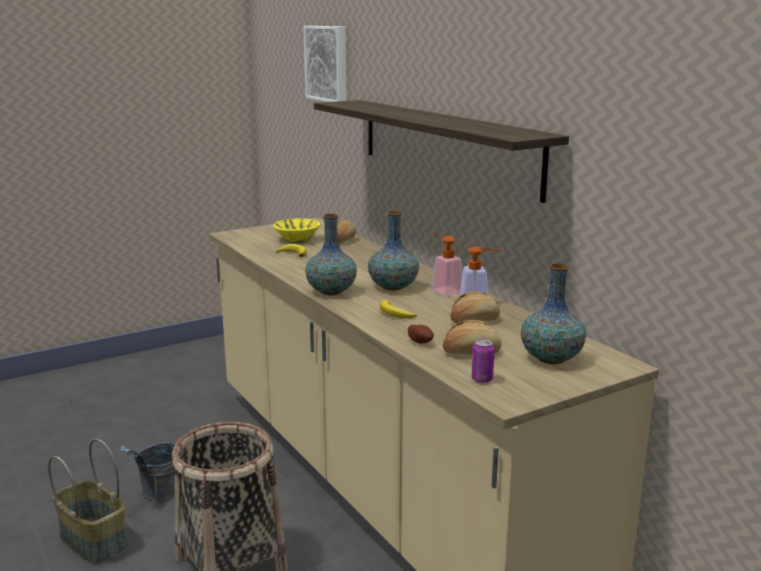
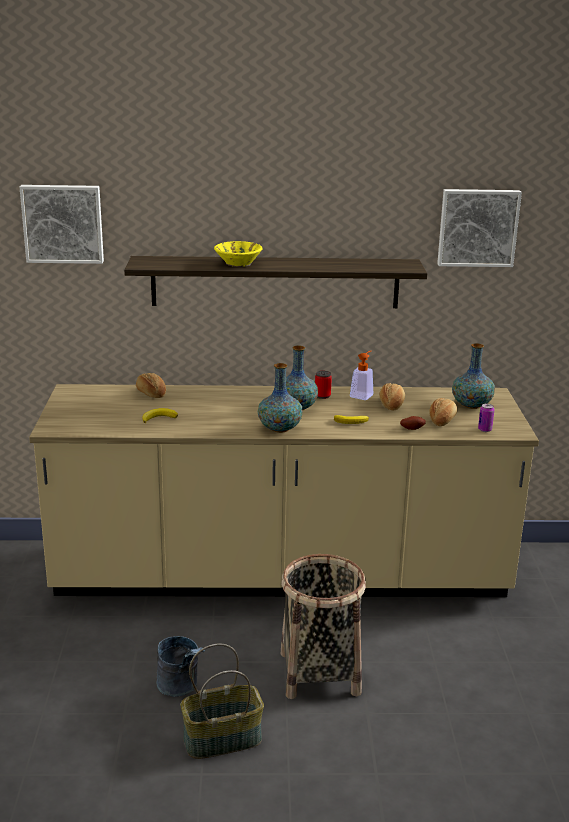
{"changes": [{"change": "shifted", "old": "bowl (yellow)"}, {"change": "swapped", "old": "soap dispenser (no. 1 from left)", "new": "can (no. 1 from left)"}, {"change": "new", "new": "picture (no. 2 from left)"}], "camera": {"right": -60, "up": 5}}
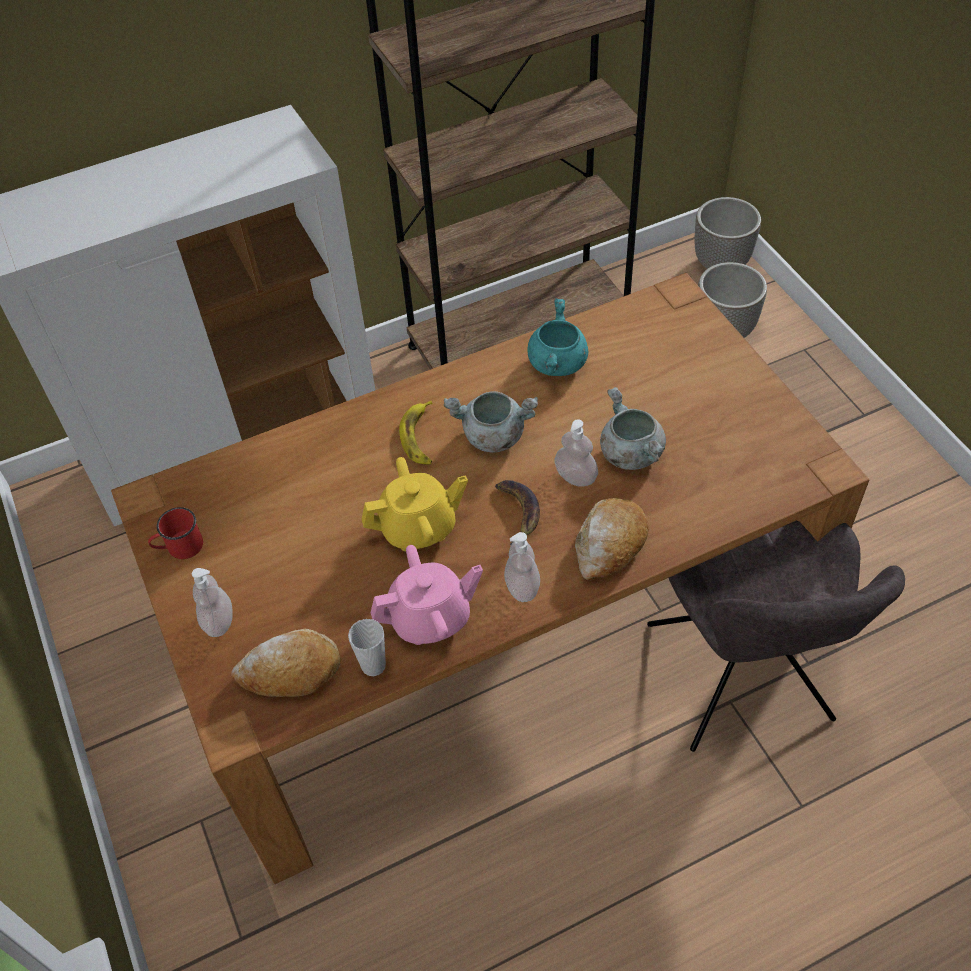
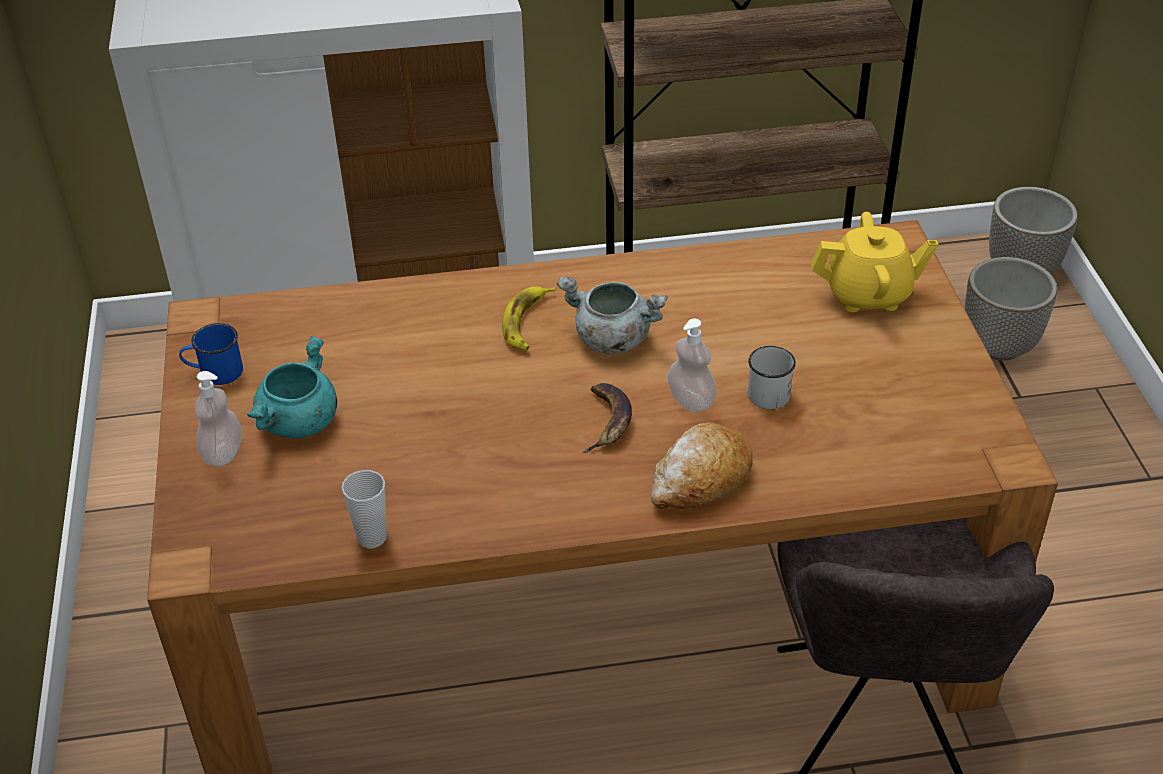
{"changes": [{"change": "repainted", "old": "mug (red)", "new": "mug (blue)"}, {"change": "gone", "old": "bread (no. 1 from left)"}, {"change": "shifted", "old": "teapot (yellow)"}, {"change": "gone", "old": "teapot (pink)"}, {"change": "gone", "old": "soap dispenser (no. 2 from left)"}, {"change": "shifted", "old": "cooking pot (turquoise)"}, {"change": "swapped", "old": "cooking pot (grey) (no. 2 from left)", "new": "mug (white)"}], "camera": {"right": 15, "up": -10}}
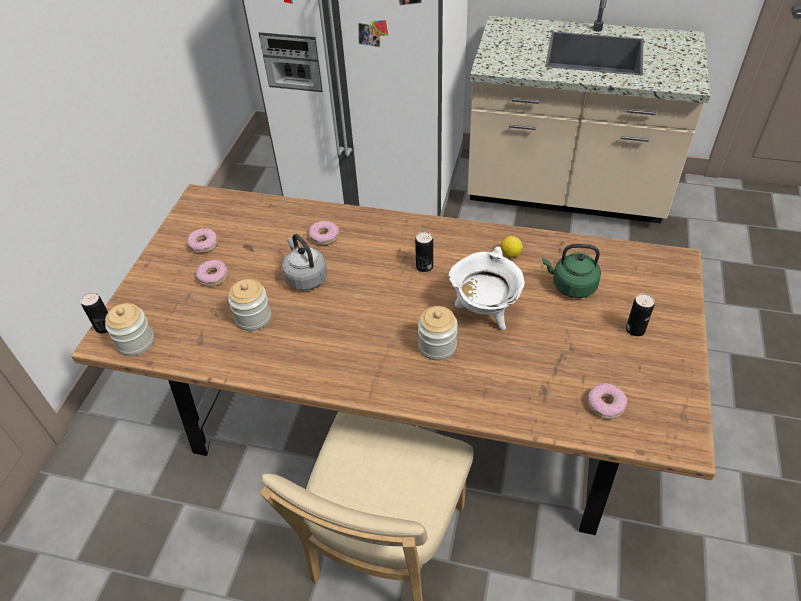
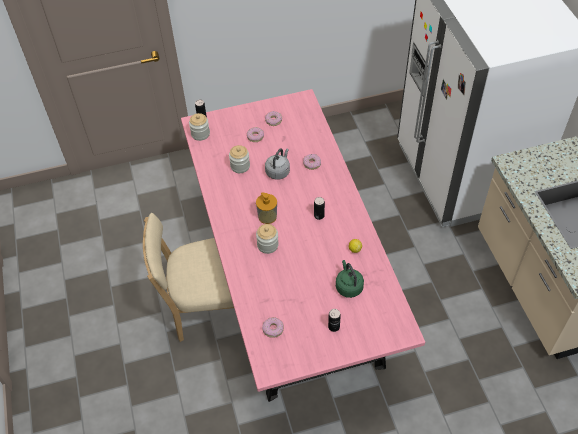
{"changes": [{"change": "repainted", "old": "dining table (brown)", "new": "dining table (pink)"}, {"change": "gone", "old": "cooking pot (white)"}, {"change": "new", "new": "soap dispenser"}], "camera": {"right": 60, "up": 5}}
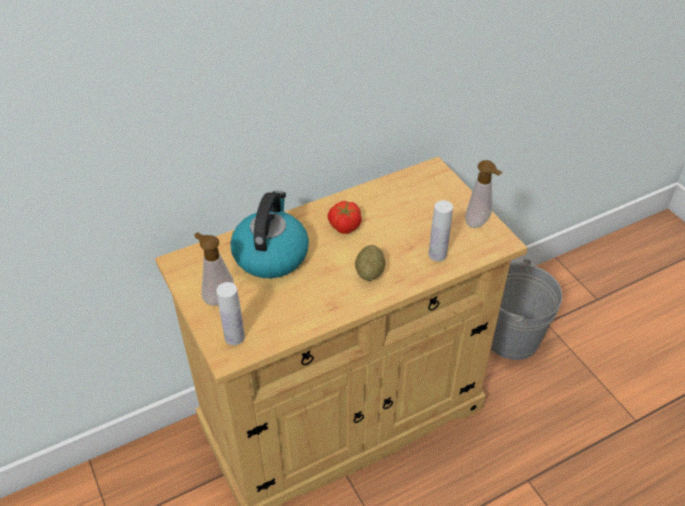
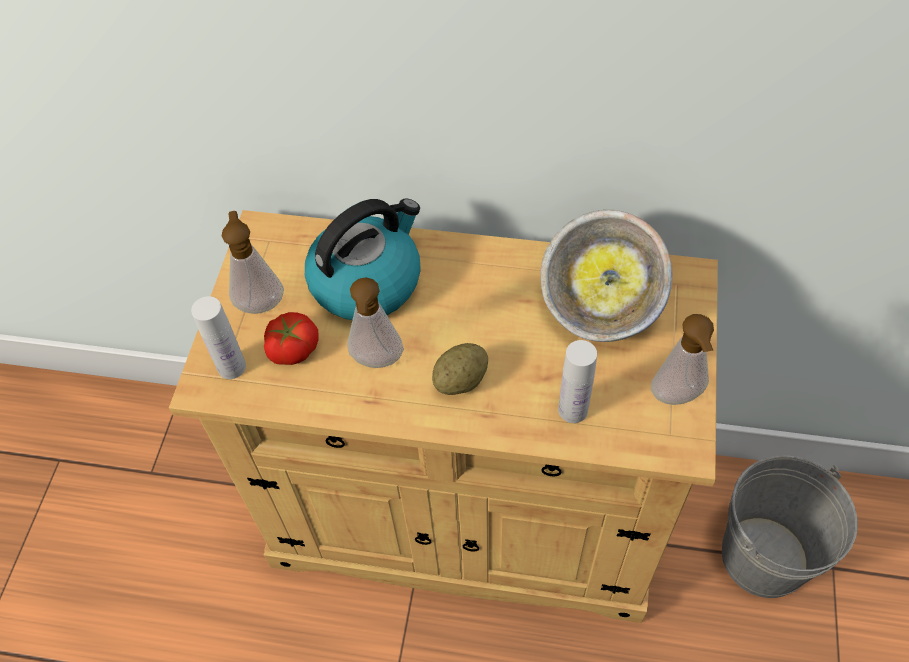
{"changes": [{"change": "shifted", "old": "tomato"}, {"change": "new", "new": "soap dispenser (no. 2 from left)"}, {"change": "new", "new": "bowl"}], "camera": {"right": 40, "up": 10}}
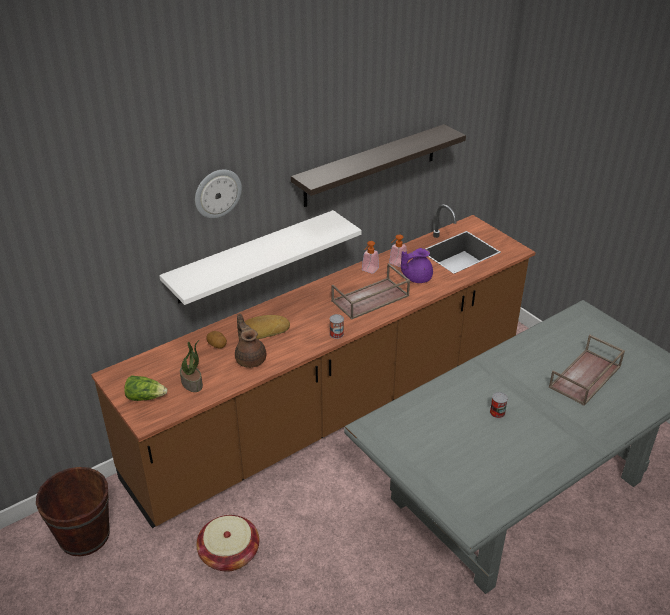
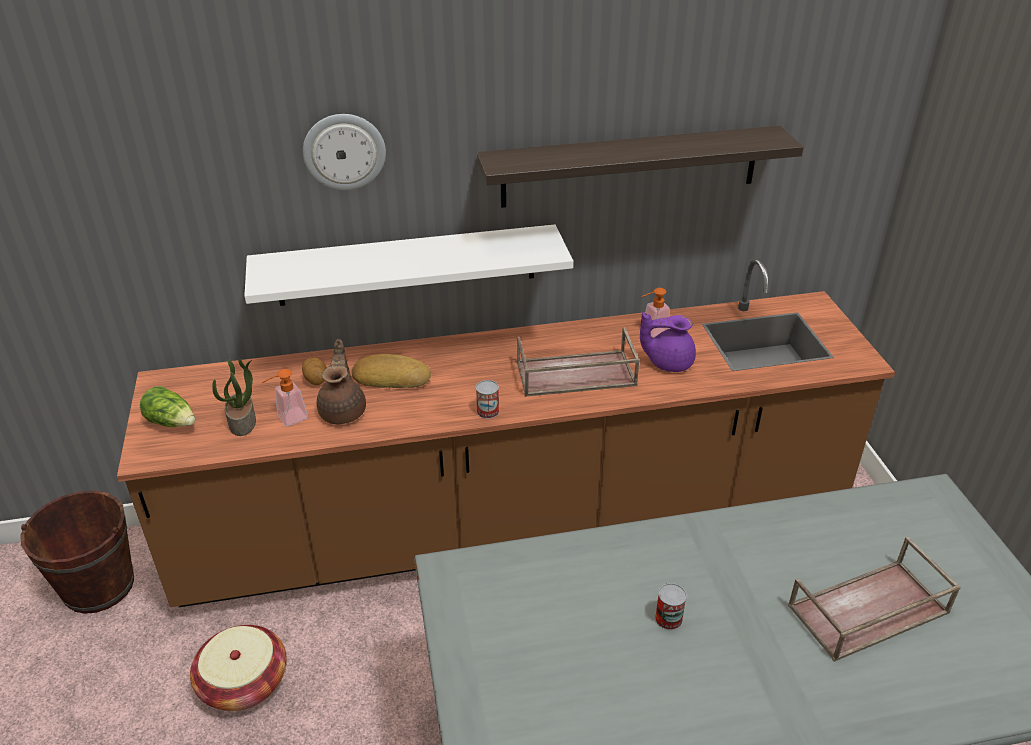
{"changes": [{"change": "shifted", "old": "soap dispenser (no. 1 from left)"}], "camera": {"right": 25, "up": 0}}
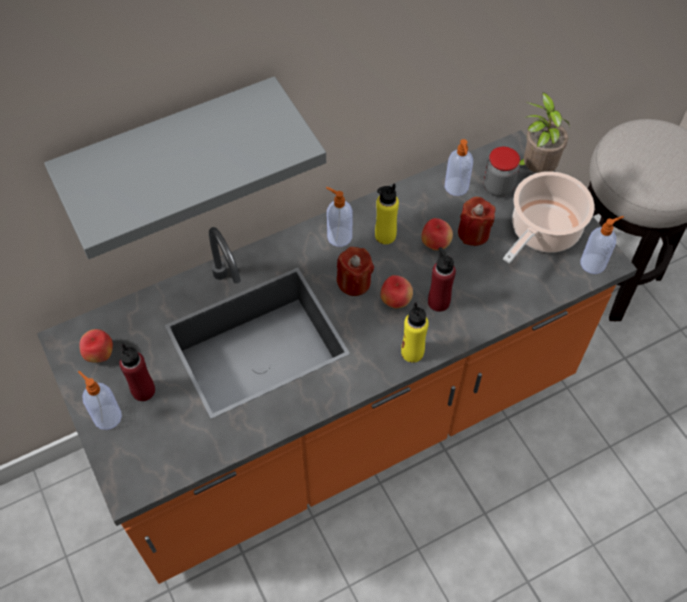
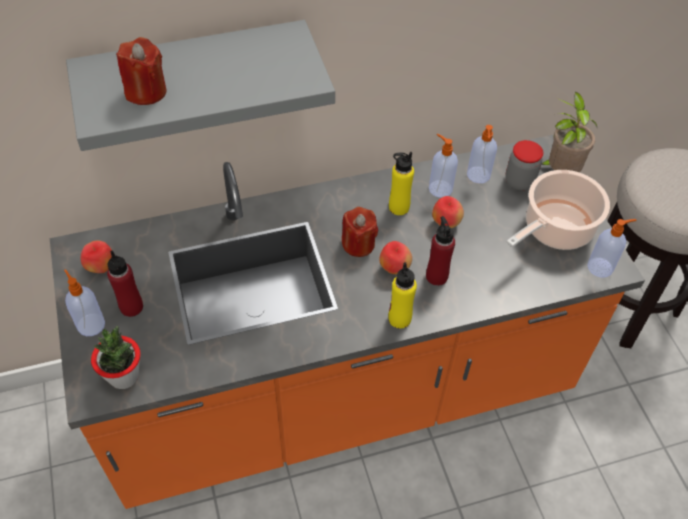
{"changes": [{"change": "shifted", "old": "soap dispenser (no. 2 from left)"}, {"change": "shifted", "old": "candle (red) (no. 2 from left in the first image)", "new": "candle (red) (no. 1 from left)"}, {"change": "new", "new": "potted plant (no. 1 from left)"}], "camera": {"right": 10, "up": -5}}
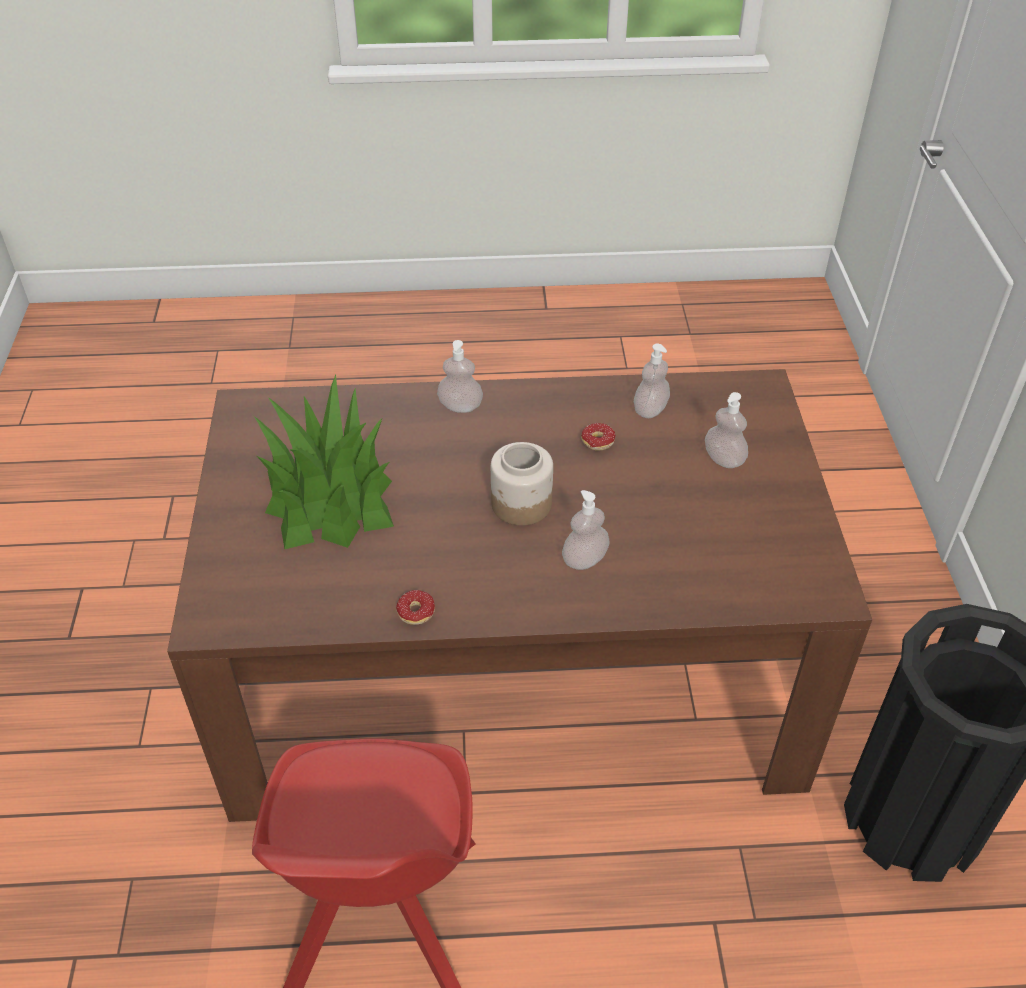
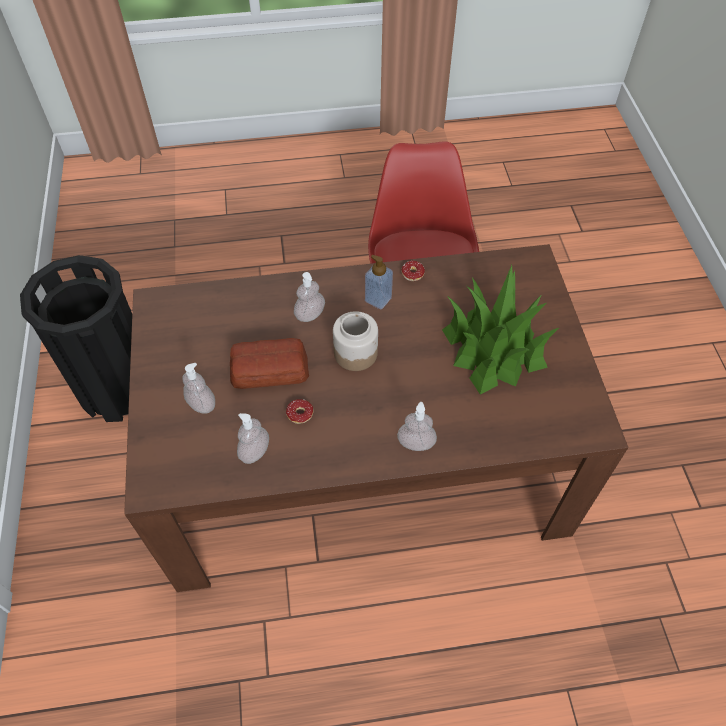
{"changes": [{"change": "new", "new": "bread"}, {"change": "new", "new": "soap dispenser (no. 4 from left)"}], "camera": {"right": 175, "up": 10}}
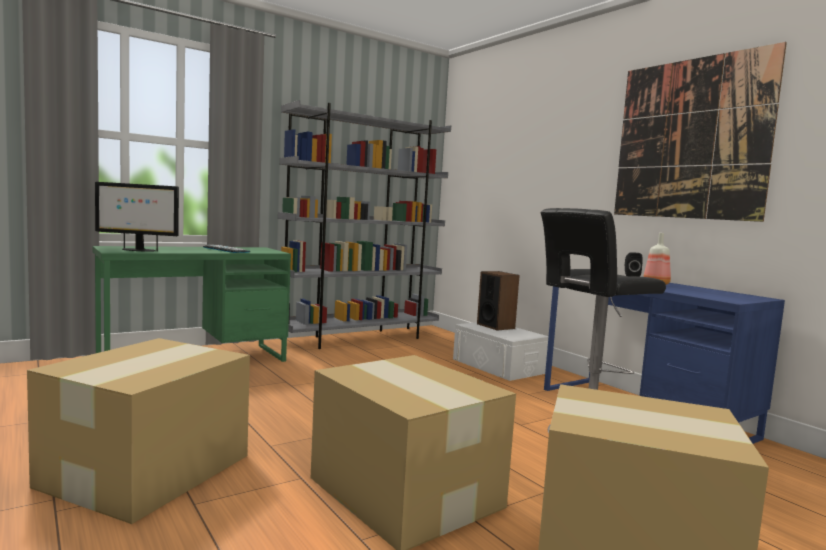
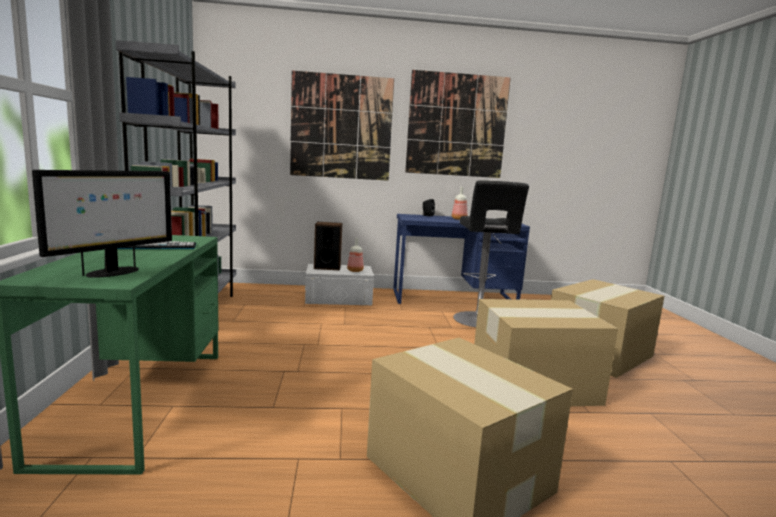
{"changes": [{"change": "new", "new": "picture (no. 1 from left)"}, {"change": "new", "new": "bottle (no. 1 from left)"}], "camera": {"right": -60, "up": 5}}
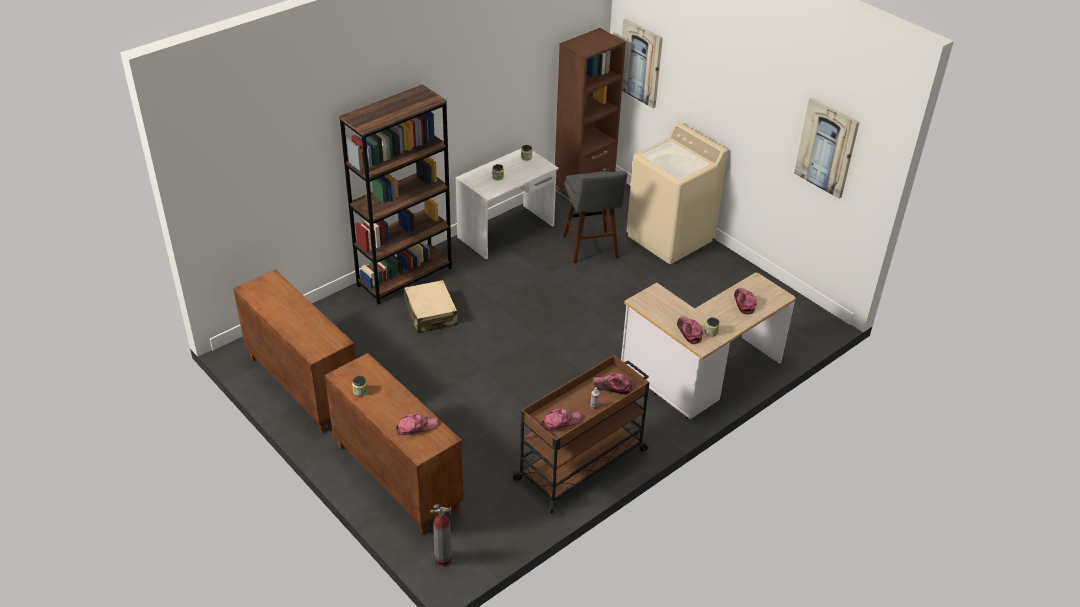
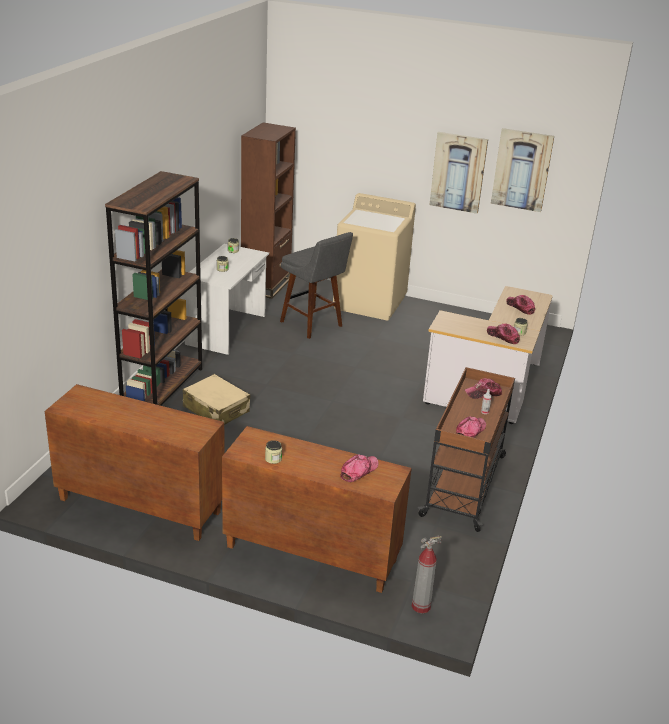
{"changes": [{"change": "shifted", "old": "picture (no. 1 from left)"}], "camera": {"right": -30, "up": -10}}
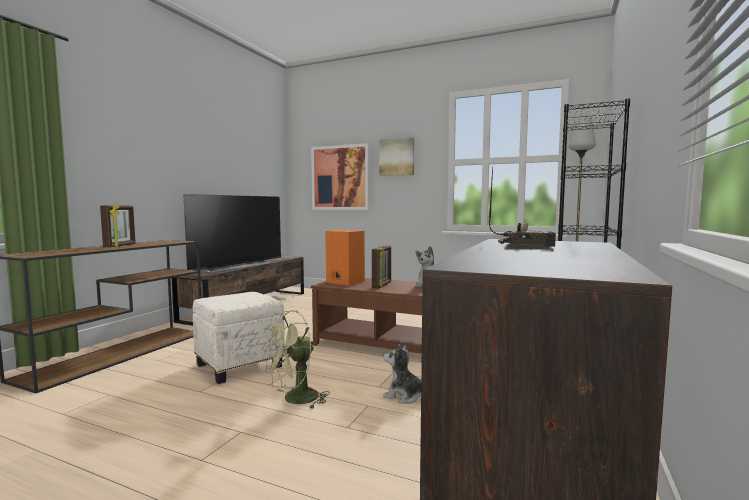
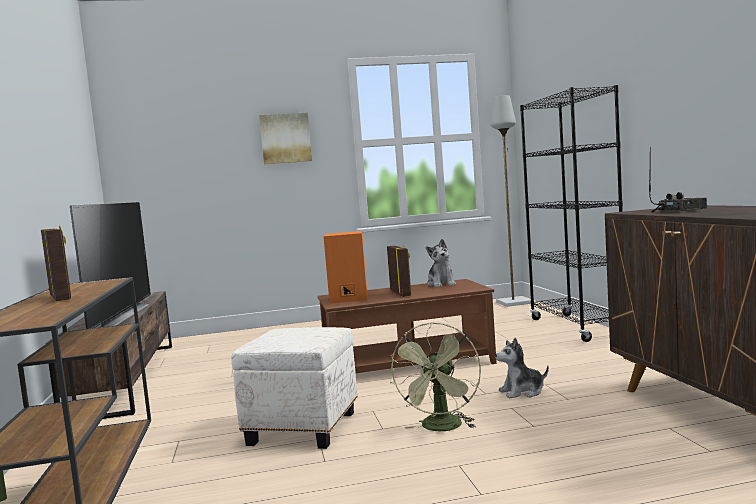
{"changes": [{"change": "gone", "old": "picture (no. 1 from left)"}], "camera": {"right": -35, "up": 0}}
